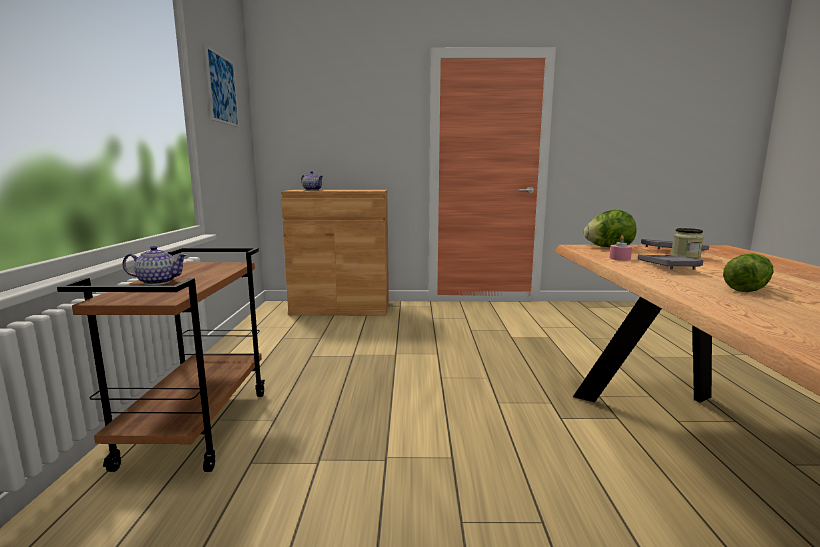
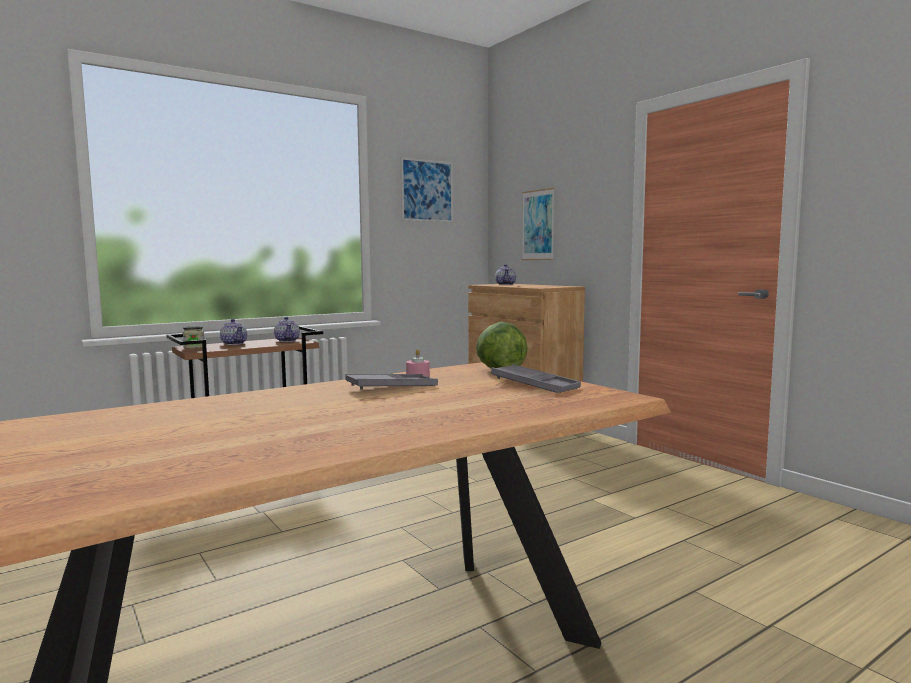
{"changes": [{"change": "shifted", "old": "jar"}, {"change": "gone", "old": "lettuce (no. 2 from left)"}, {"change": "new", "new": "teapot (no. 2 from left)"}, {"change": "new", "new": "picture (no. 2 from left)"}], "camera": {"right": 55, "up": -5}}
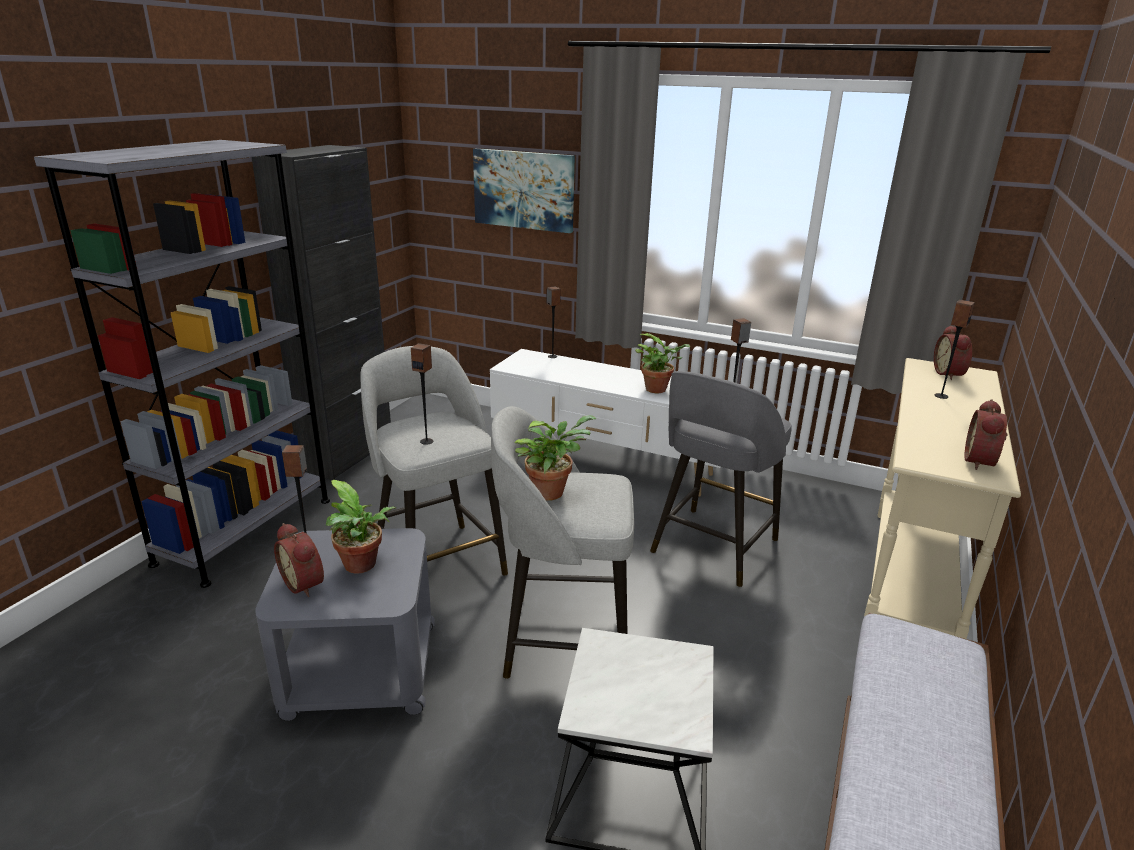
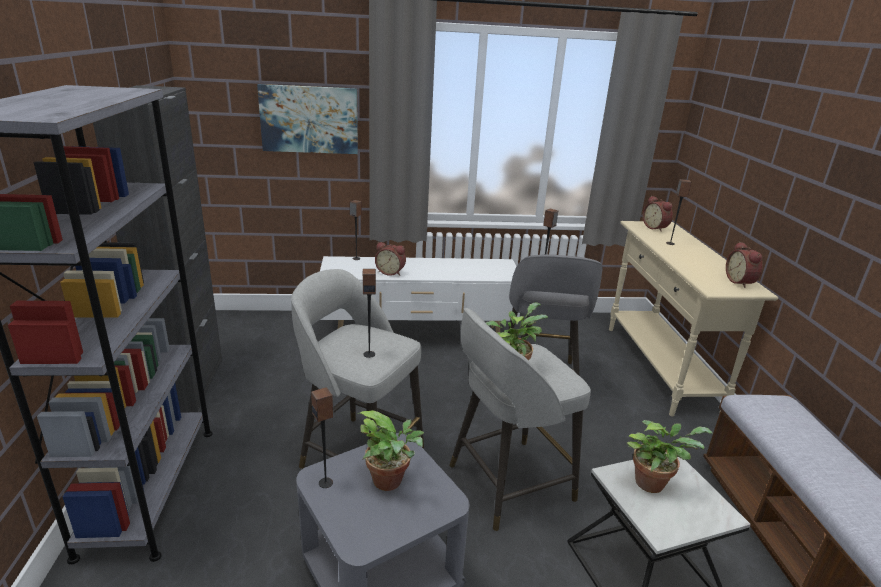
{"changes": [{"change": "shifted", "old": "alarm clock (no. 1 from left)"}, {"change": "shifted", "old": "potted plant (no. 3 from left)"}], "camera": {"right": -30, "up": 0}}
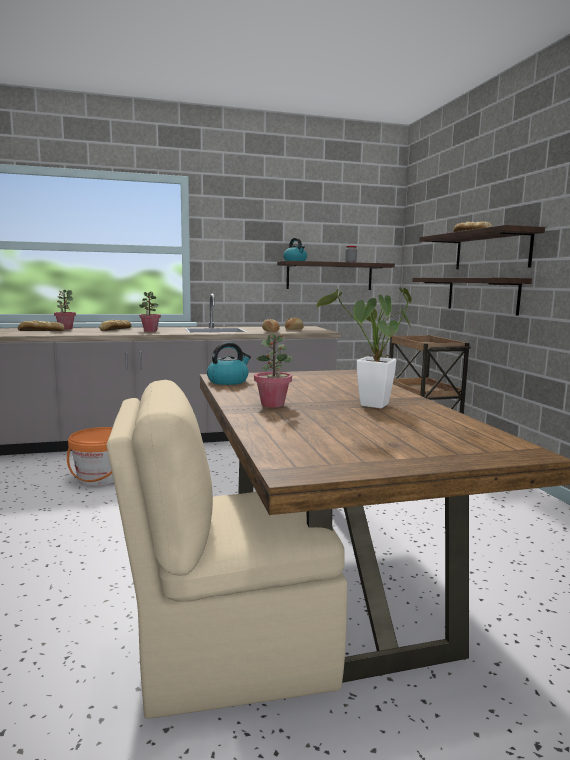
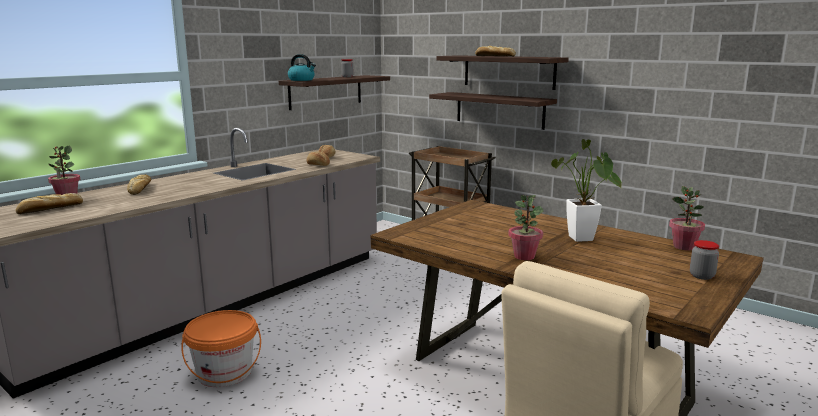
{"changes": [{"change": "shifted", "old": "potted plant (no. 2 from left in the first image)", "new": "potted plant (no. 4 from left)"}, {"change": "gone", "old": "kettle (no. 1 from left)"}, {"change": "new", "new": "jar (no. 2 from left)"}], "camera": {"right": -35, "up": 5}}
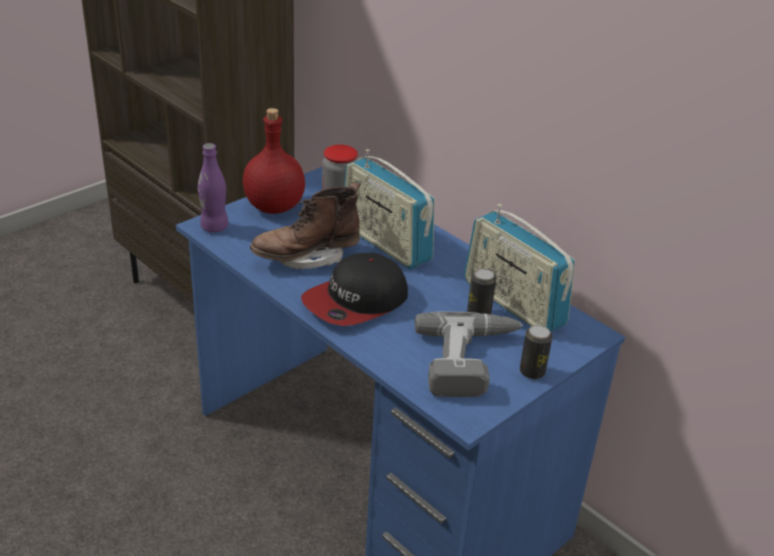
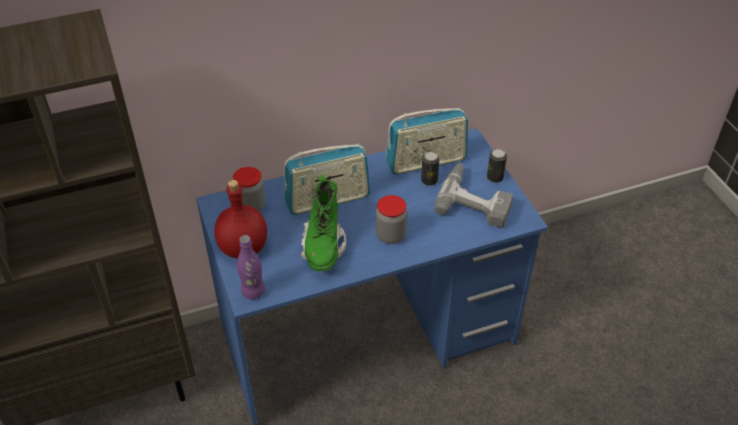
{"changes": [{"change": "repainted", "old": "boot (brown)", "new": "boot (green)"}, {"change": "swapped", "old": "cap", "new": "jar (no. 2 from left)"}], "camera": {"right": -65, "up": 10}}
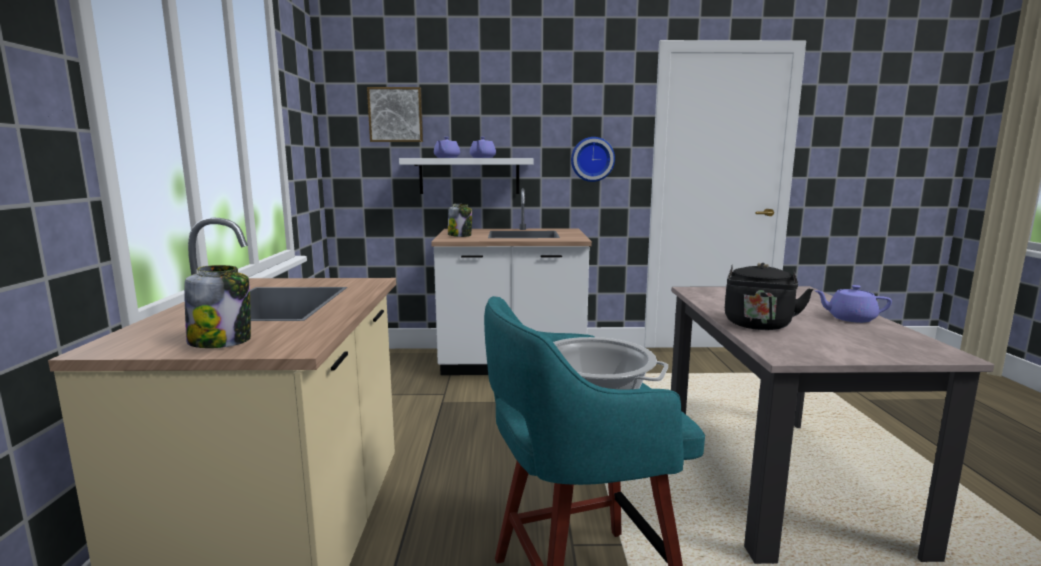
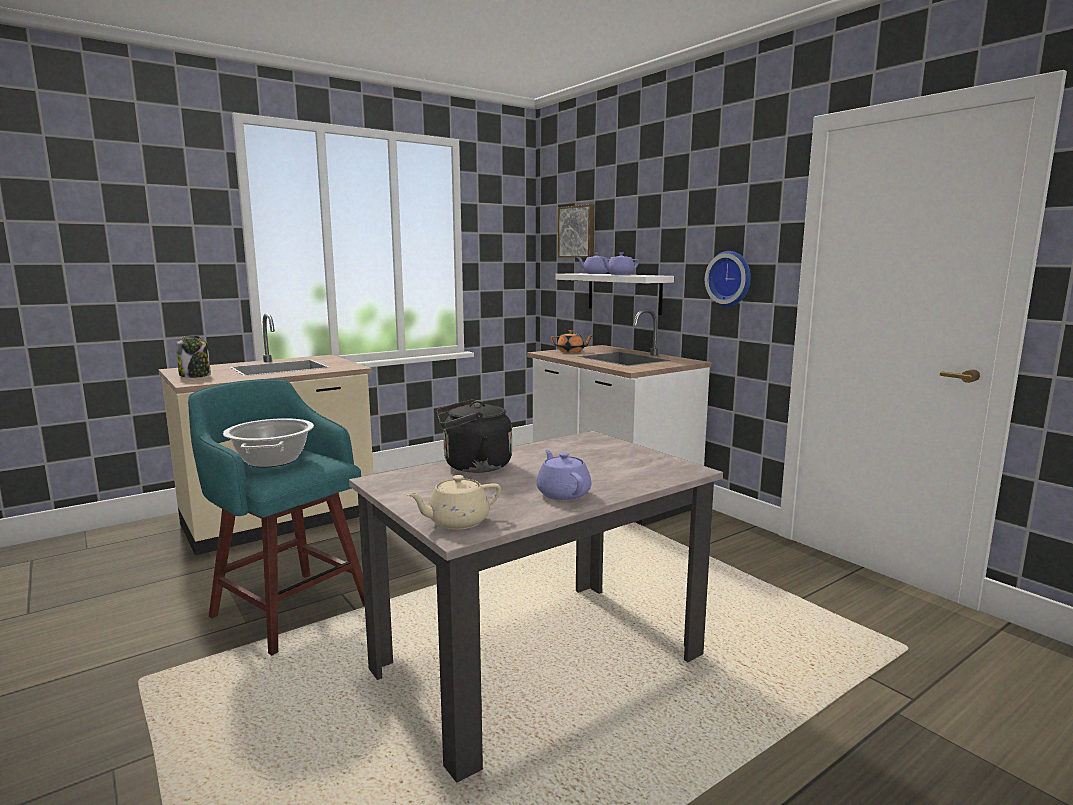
{"changes": [{"change": "swapped", "old": "jar (no. 2 from left)", "new": "teapot (orange)"}, {"change": "new", "new": "teapot (beige)"}], "camera": {"right": 55, "up": 0}}
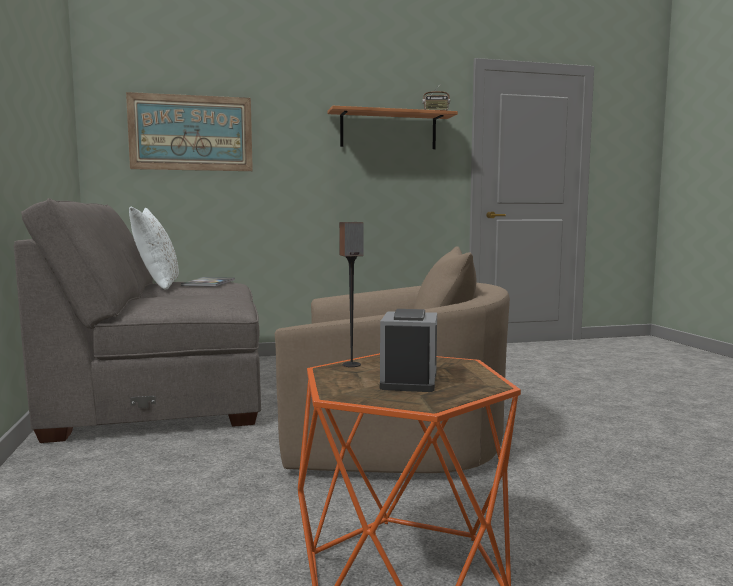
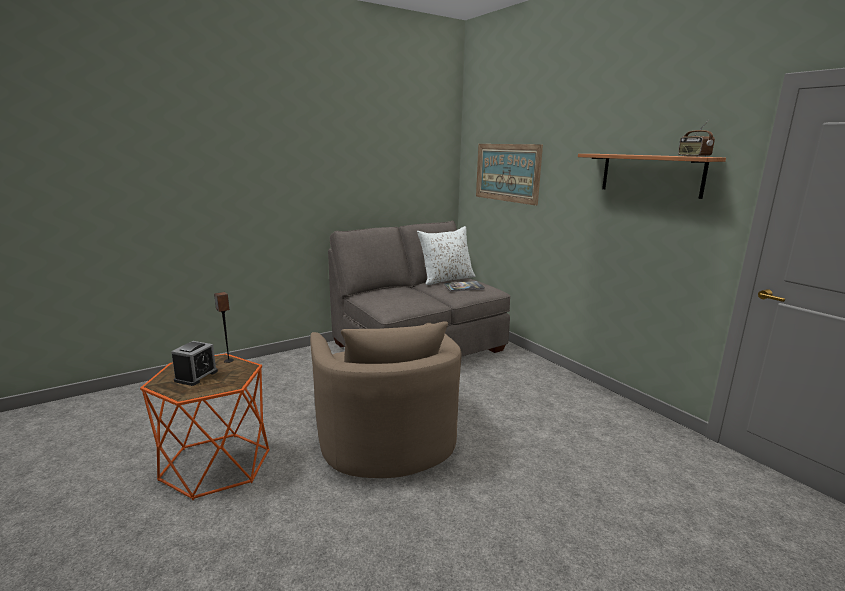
{"changes": [{"change": "rotated", "old": "alarm clock", "degrees": -60}], "camera": {"right": 70, "up": 10}}
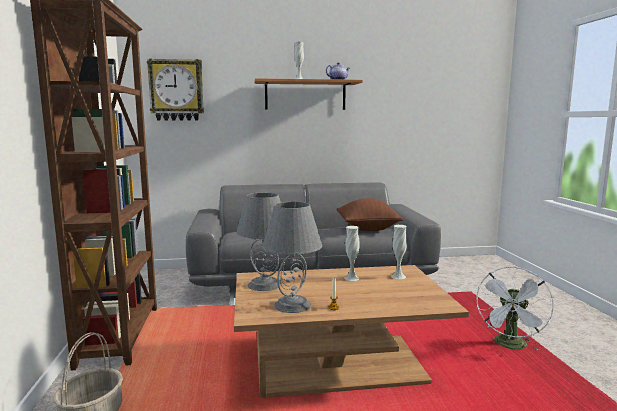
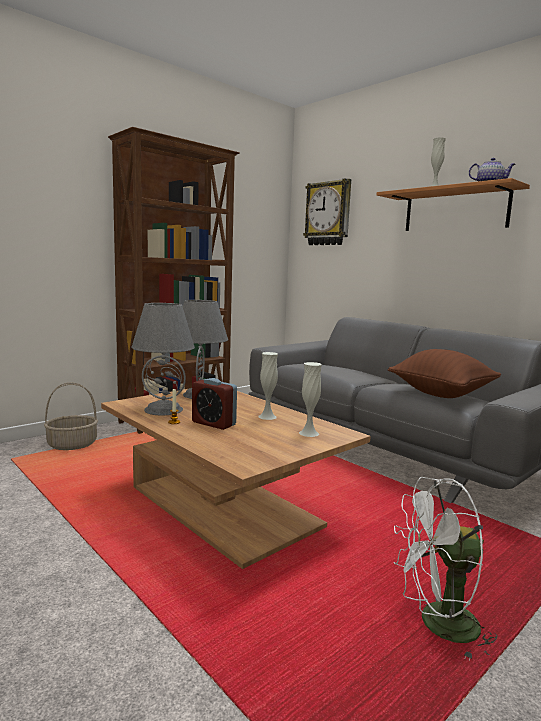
{"changes": [{"change": "new", "new": "alarm clock"}], "camera": {"right": 55, "up": 0}}
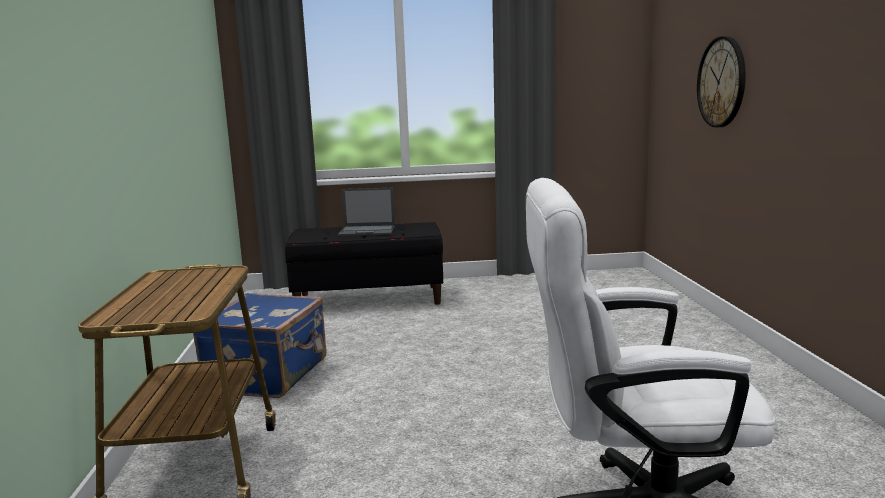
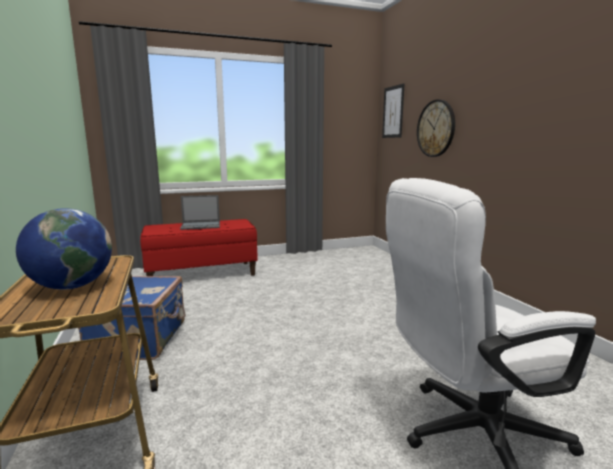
{"changes": [{"change": "repainted", "old": "bench (black)", "new": "bench (red)"}, {"change": "new", "new": "globe"}, {"change": "new", "new": "picture"}], "camera": {"right": -15, "up": 0}}
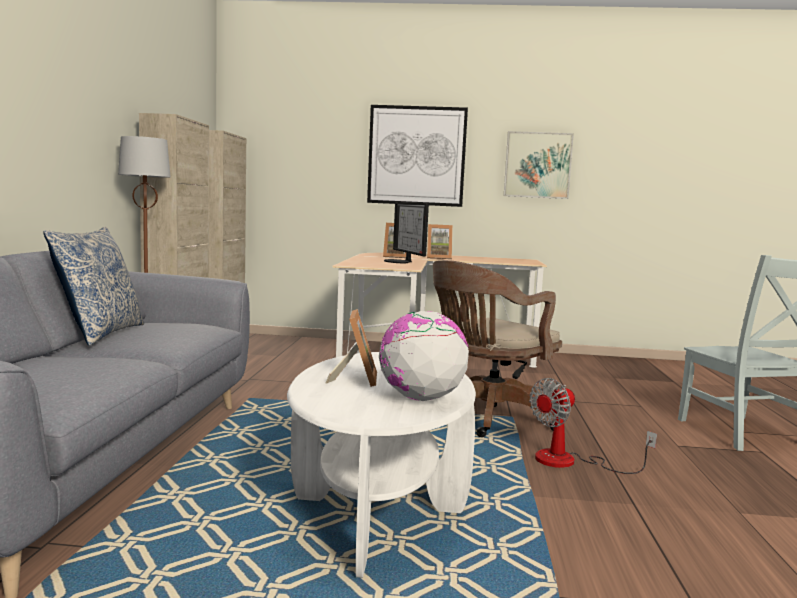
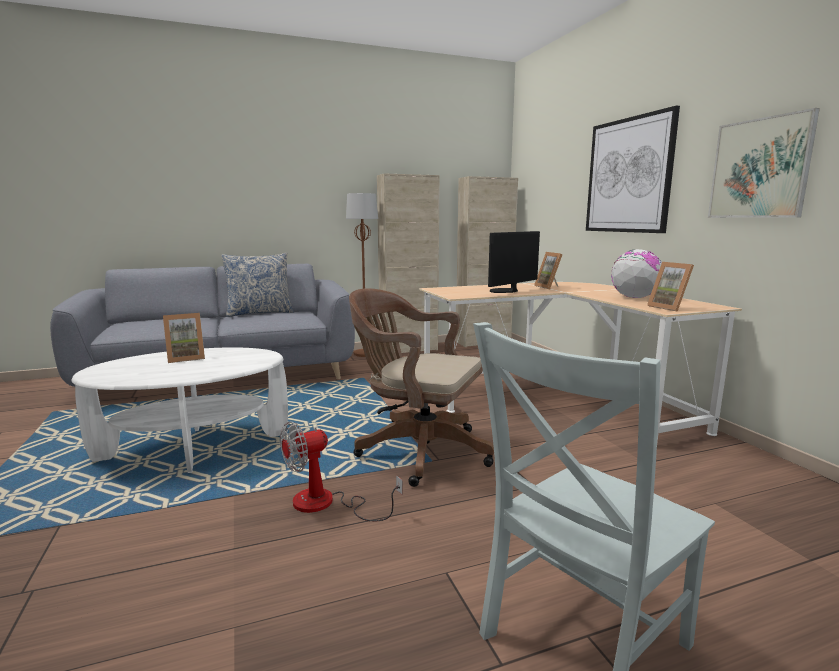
{"changes": [{"change": "shifted", "old": "globe"}, {"change": "shifted", "old": "picture frame (no. 3 from left)"}, {"change": "rotated", "old": "fan", "degrees": -60}], "camera": {"right": 65, "up": 5}}
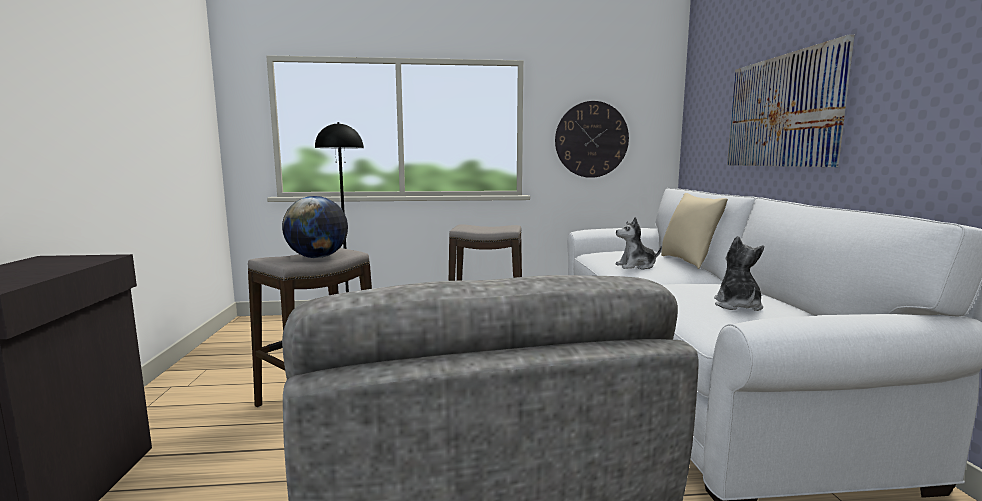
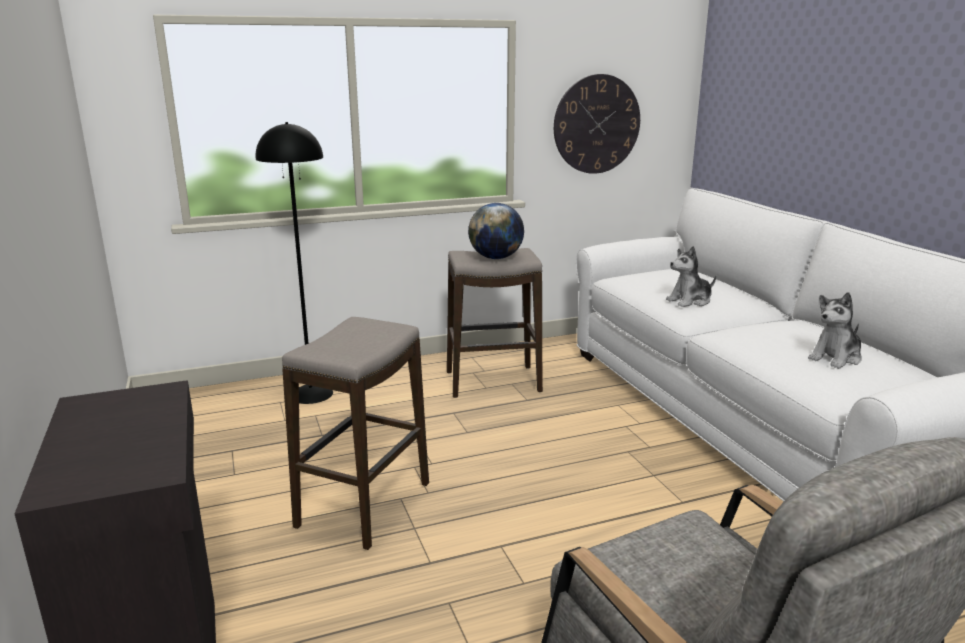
{"changes": [{"change": "shifted", "old": "globe"}, {"change": "gone", "old": "pillow (beige)"}, {"change": "rotated", "old": "plush toy (no. 2 from left)", "degrees": -120}, {"change": "gone", "old": "picture"}], "camera": {"right": -15, "up": 10}}
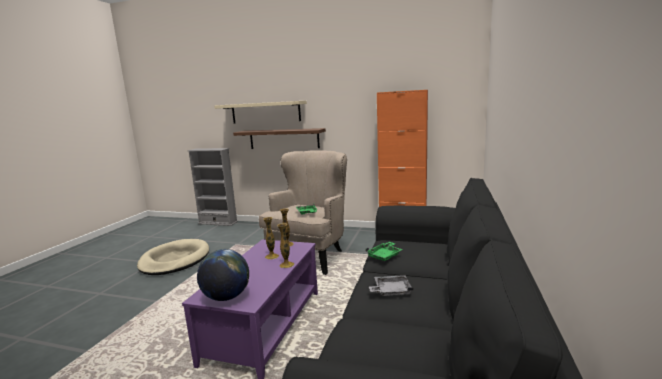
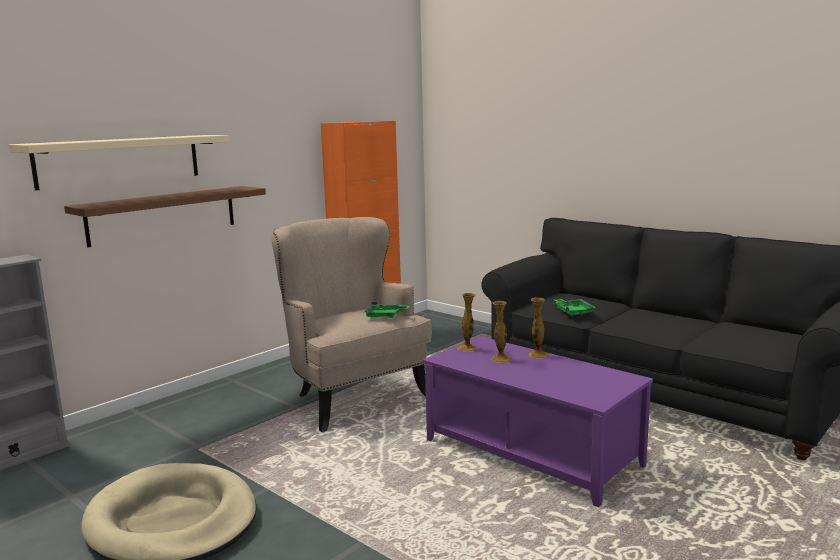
{"changes": [{"change": "gone", "old": "globe"}, {"change": "gone", "old": "tray (grey)"}], "camera": {"right": -65, "up": 0}}
